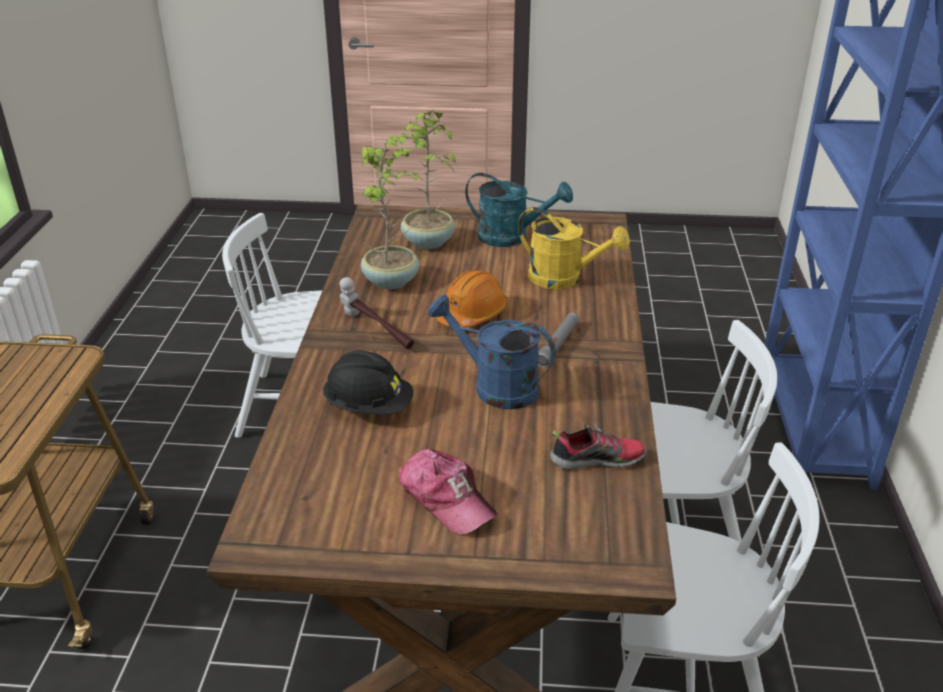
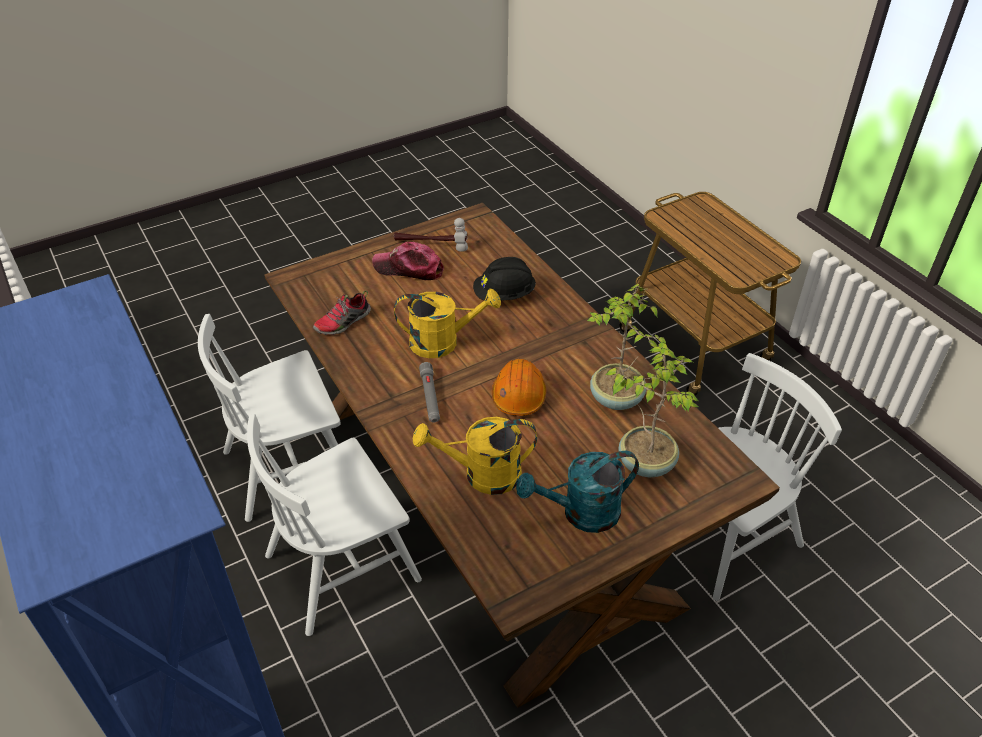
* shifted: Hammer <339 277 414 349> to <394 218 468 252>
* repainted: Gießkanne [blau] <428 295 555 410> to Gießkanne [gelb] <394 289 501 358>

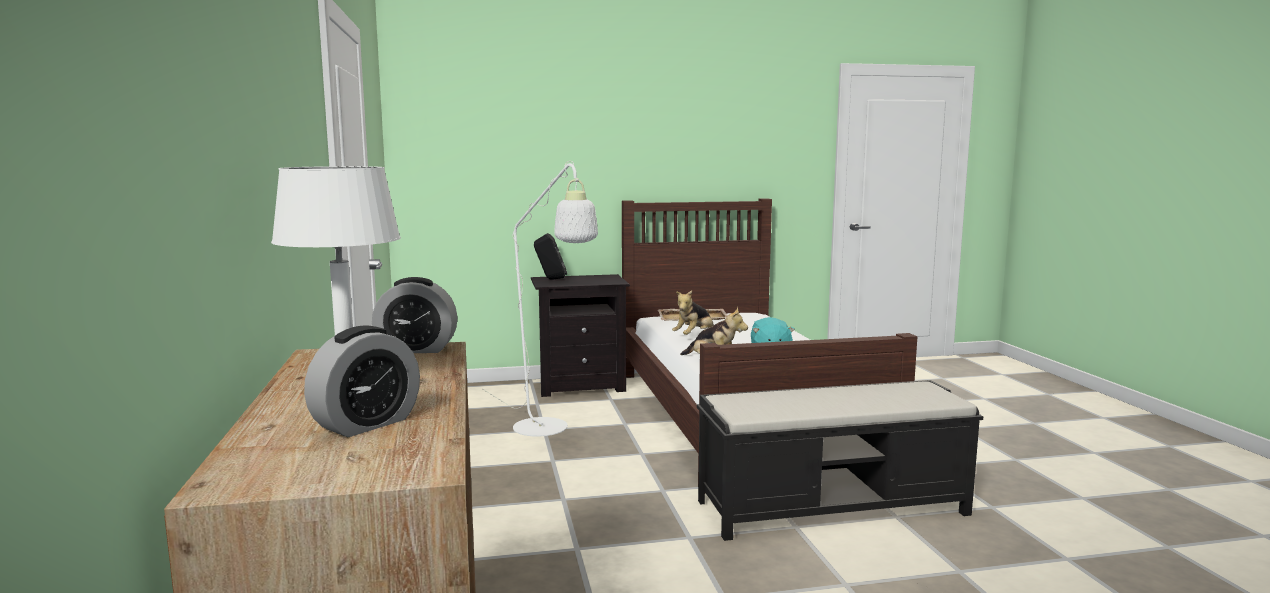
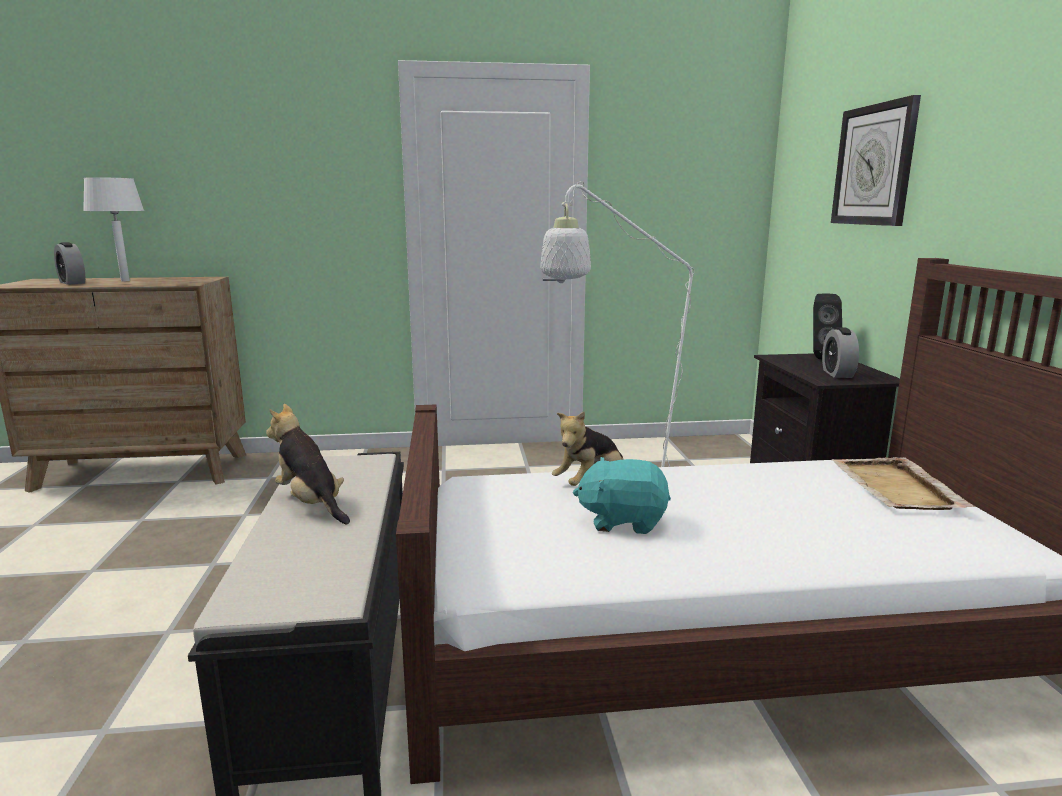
* shifted: Wecker <372 277 458 353> to <822 327 859 378>
* shifted: Plüschtier <672 290 714 335> to <266 404 350 525>
* new: Wanduhr <831 95 921 226>

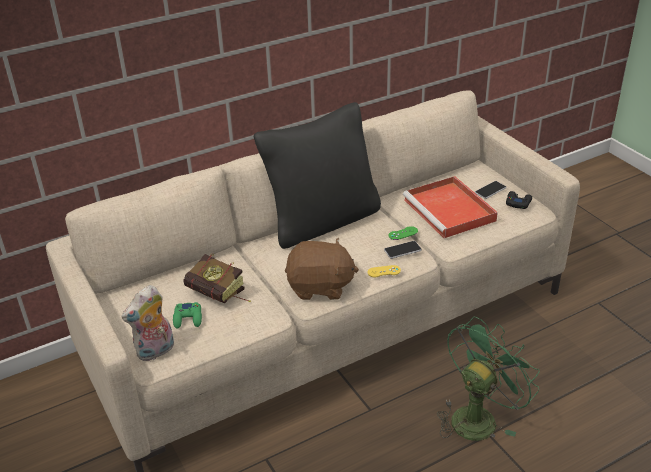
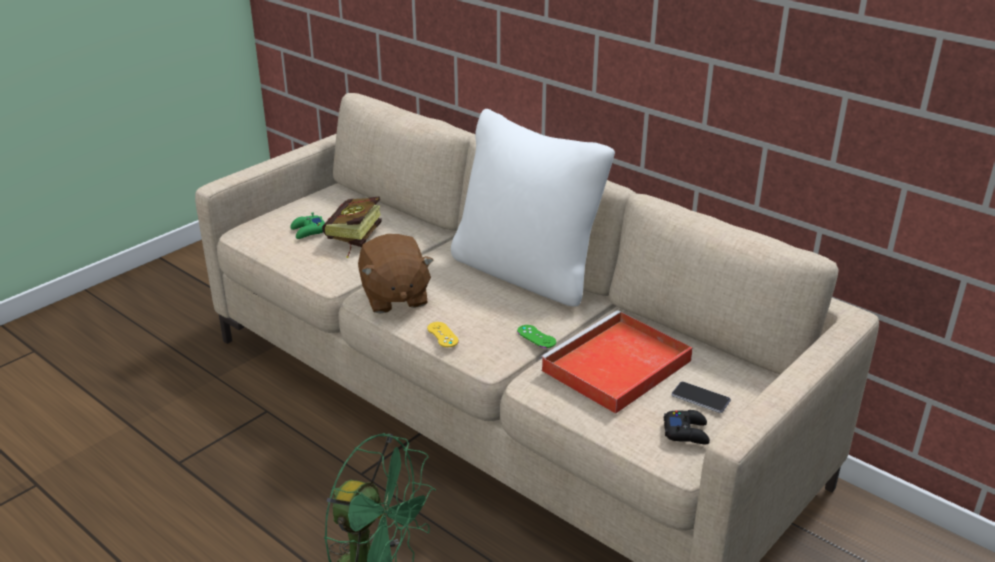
* repainted: Kissen [schwarz] <254 102 381 249> to Kissen [weiß] <451 109 615 307>
* gone: Handy <384 241 422 259>
* gone: Plüschtier <122 285 174 361>

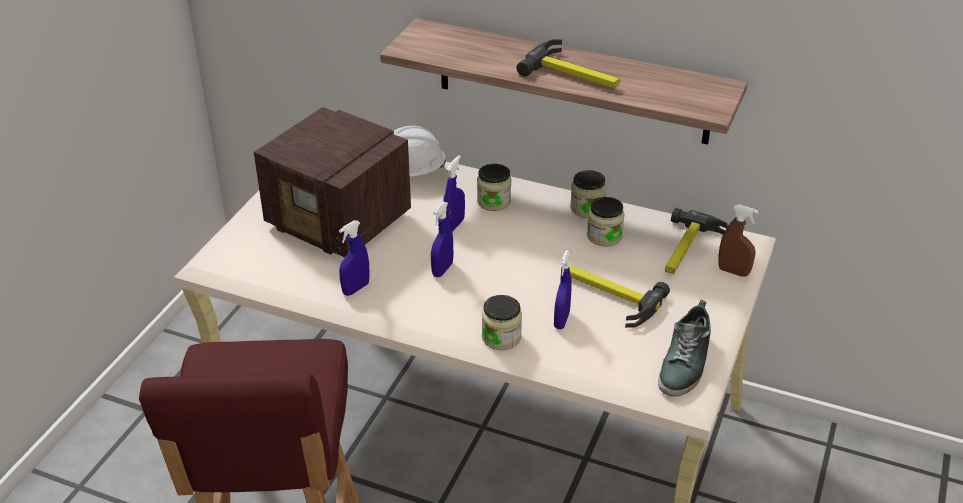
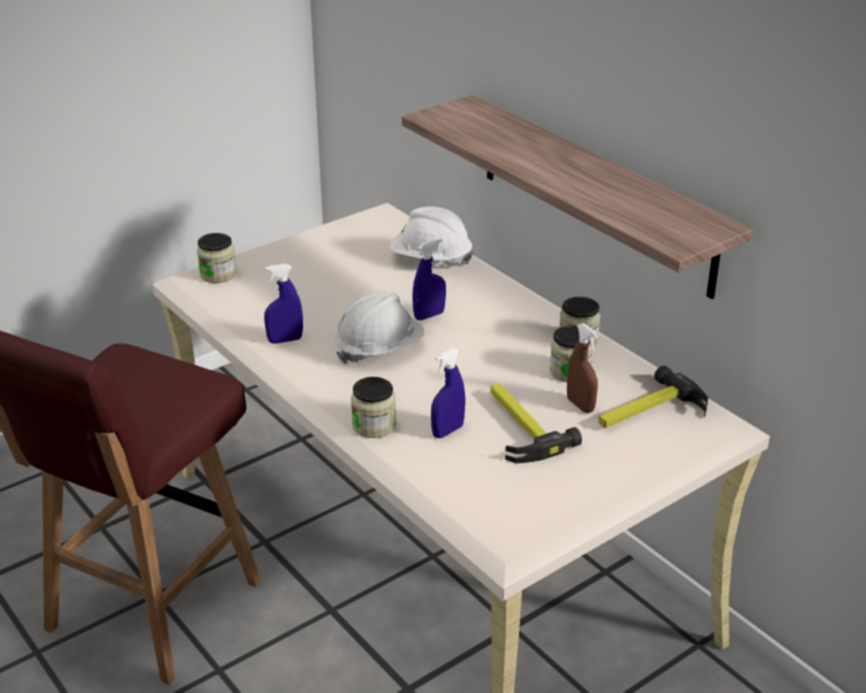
* gone: Hammer <516 39 620 88>
* gone: Radio <254 107 411 257>
* shifted: Vorratsglas <477 164 511 211> to <197 233 236 283>
* swapped: Sprühflasche [blau] <431 202 453 277> to Schutzhelm [weiß] <334 292 425 364>
* shifted: Sprühflasche [braun] <718 205 759 277> to <567 323 598 413>
* gone: Schuh <658 300 711 397>

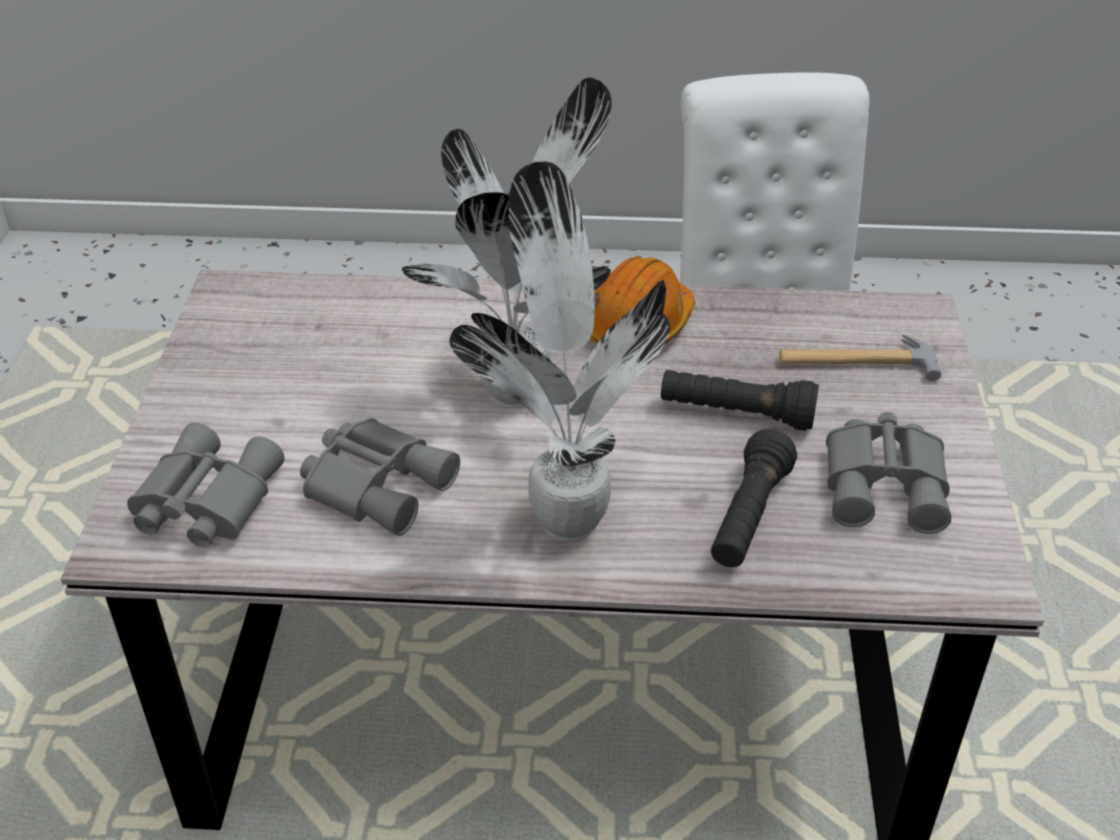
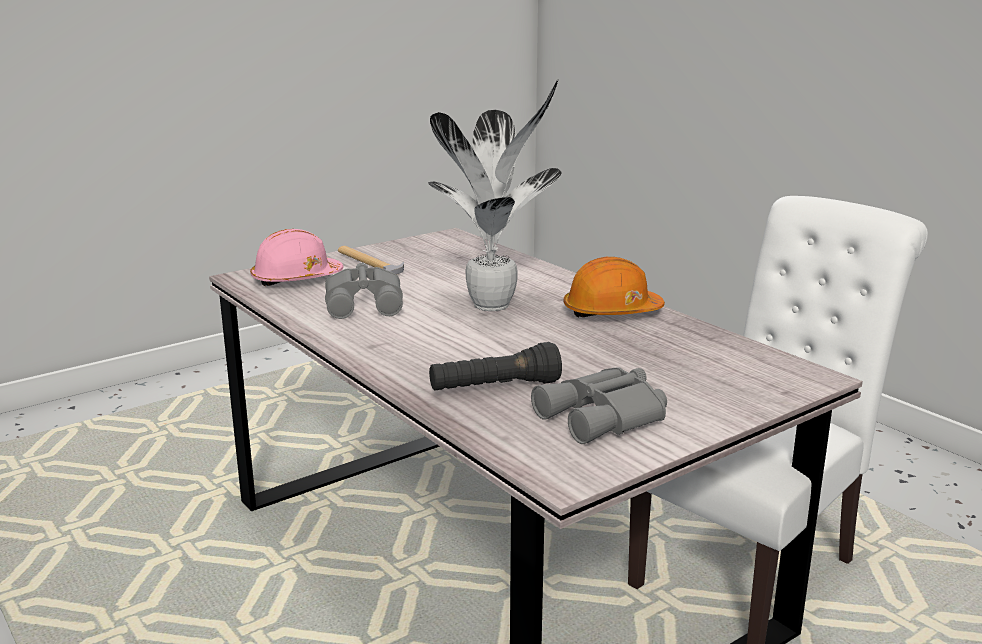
* gone: Topfpflanze <449 161 670 542>
* shifted: Hammer <779 334 941 381> to <338 246 404 275>
* gone: Taschenlampe [schwarz] <661 370 819 431>
* swapped: Fernglas [grau] <127 422 285 548> to Schutzhelm [rosa] <250 229 344 286>

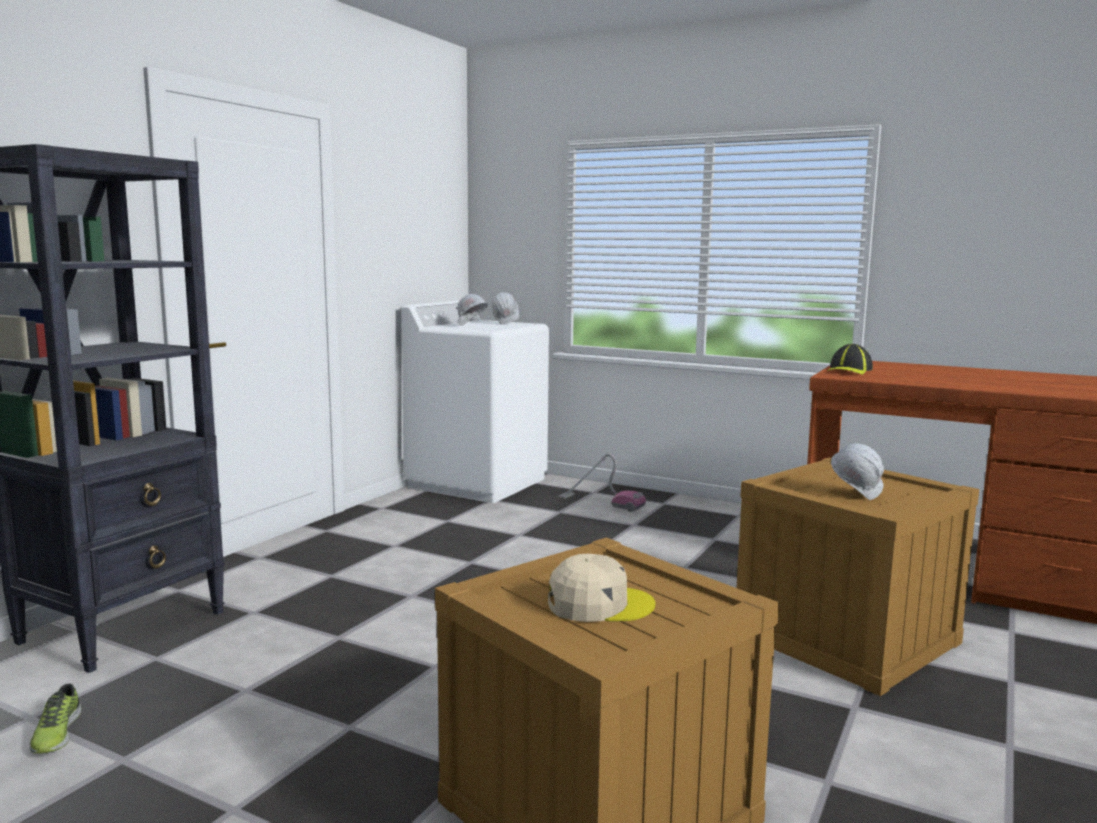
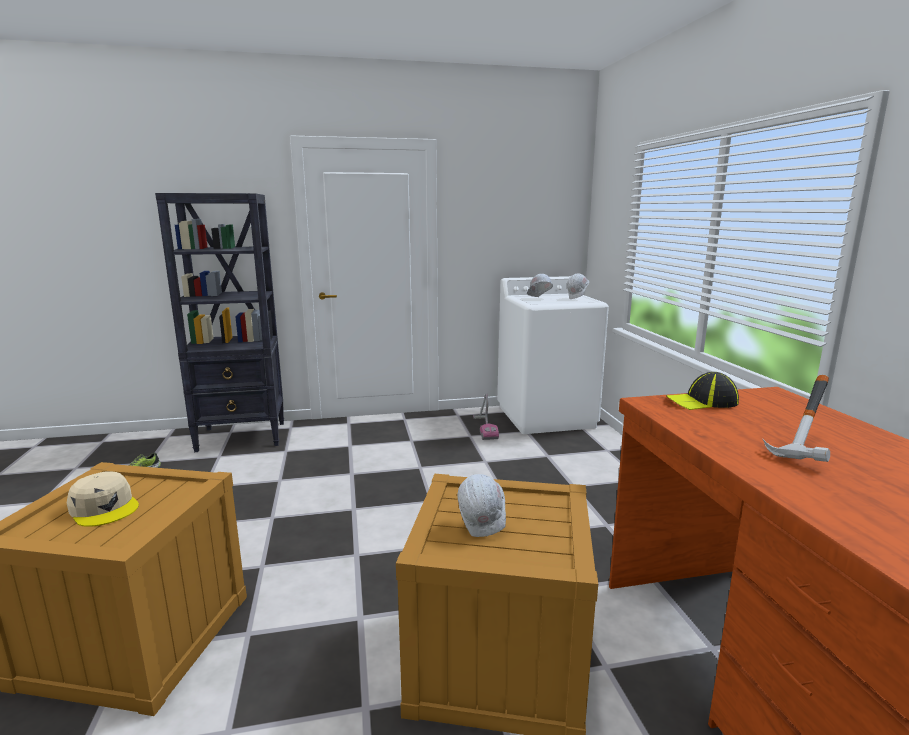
* shifted: Staubsauger <558 453 646 512> to <473 393 499 440>
* new: Hammer <763 375 830 462>

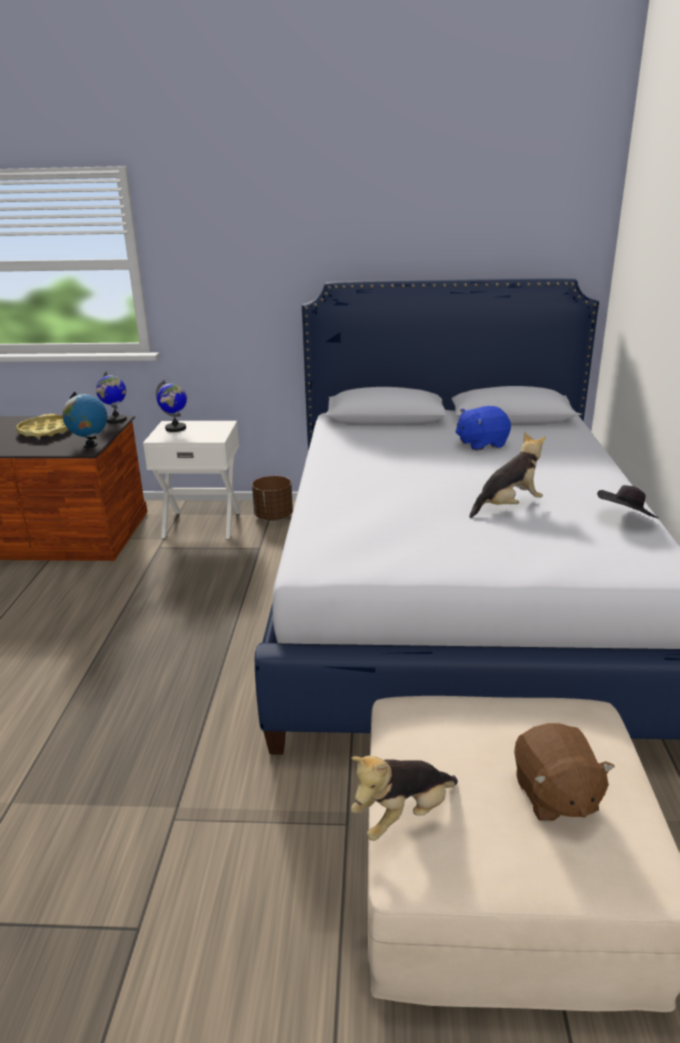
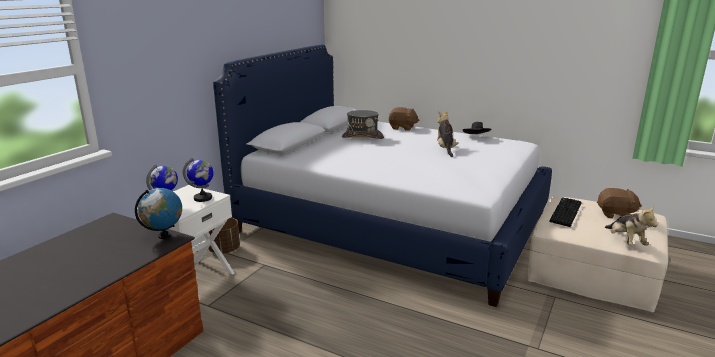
* shifted: Globus <96 371 127 423> to <183 158 214 202>
* swapped: Plüschtier [blau] <455 406 511 451> to Hut [grau] <342 110 384 139>
* gone: Tablett [gelb] <16 414 68 437>
* new: Plüschtier [braun] <389 107 419 131>
* new: Tastatur <549 197 582 227>

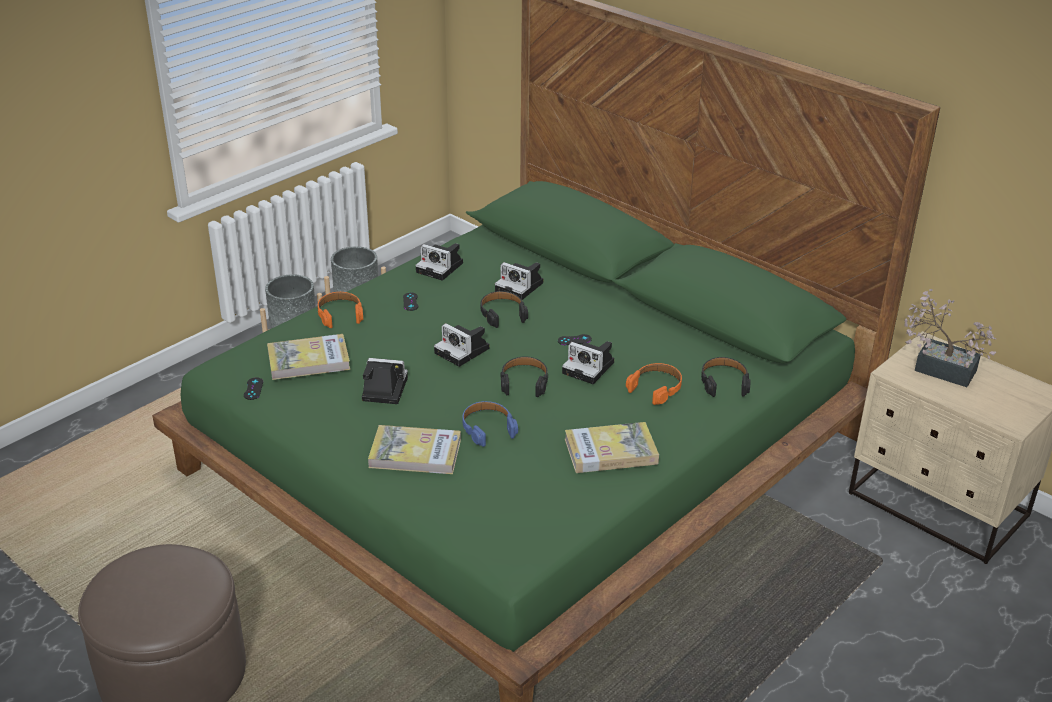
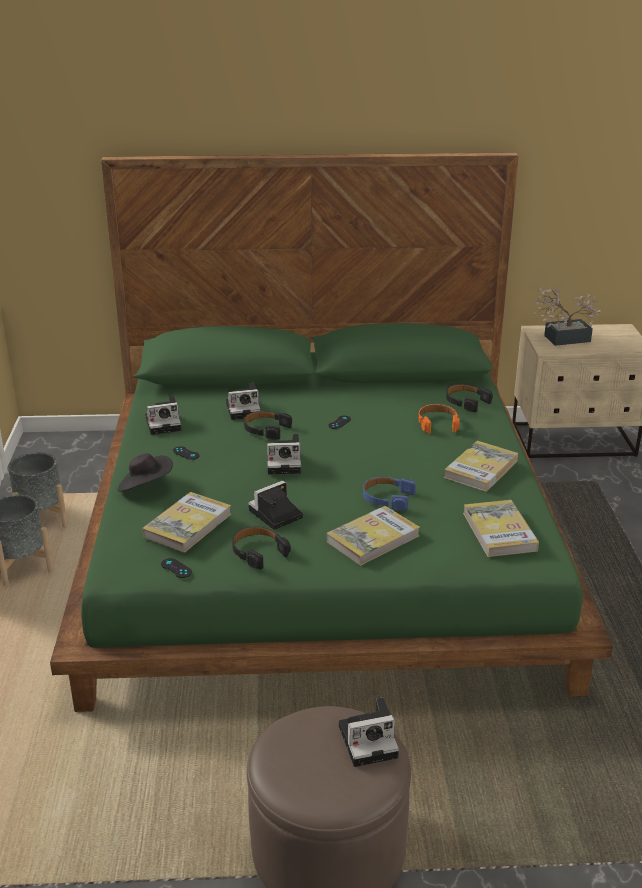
* swapped: Kopfhörer [orange] <318 292 363 328> to Hut [schwarz] <118 453 173 492>
* shifted: Kamera <562 341 614 384> to <339 698 399 767>
* shifted: Kopfhörer [schwarz] <501 357 548 397> to <232 526 291 570>
* new: Buch <463 500 539 557>

